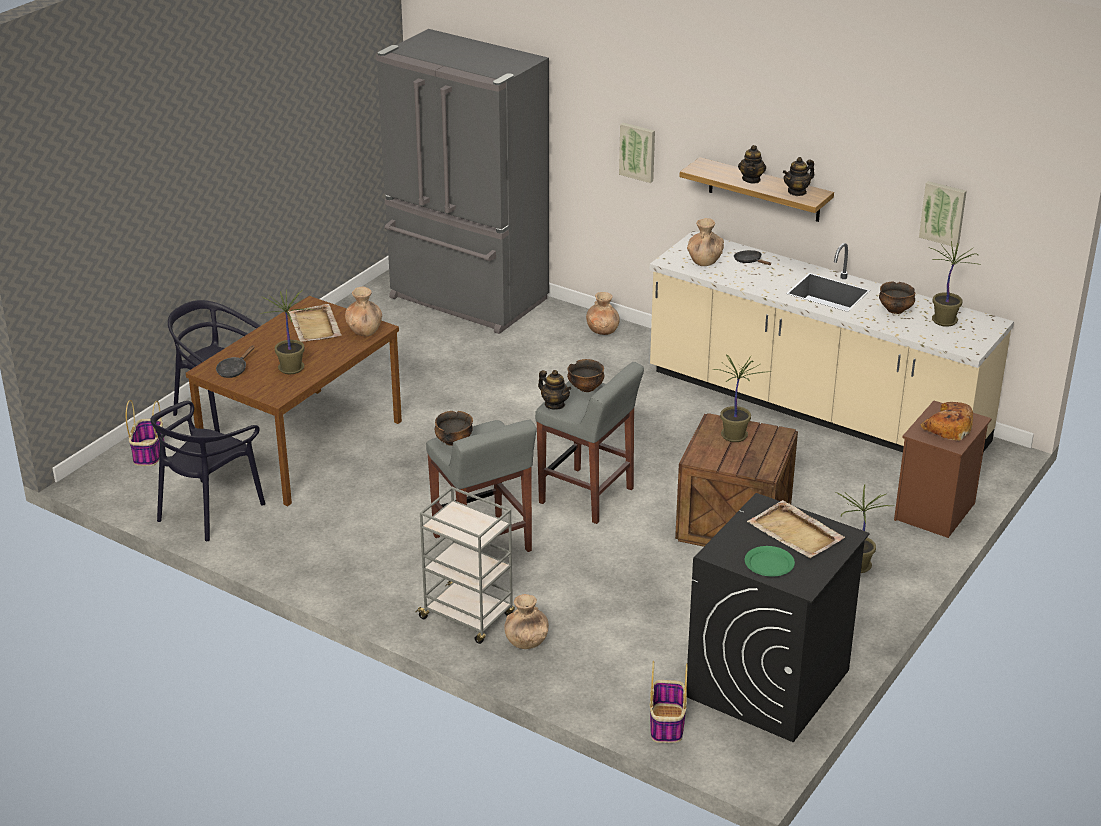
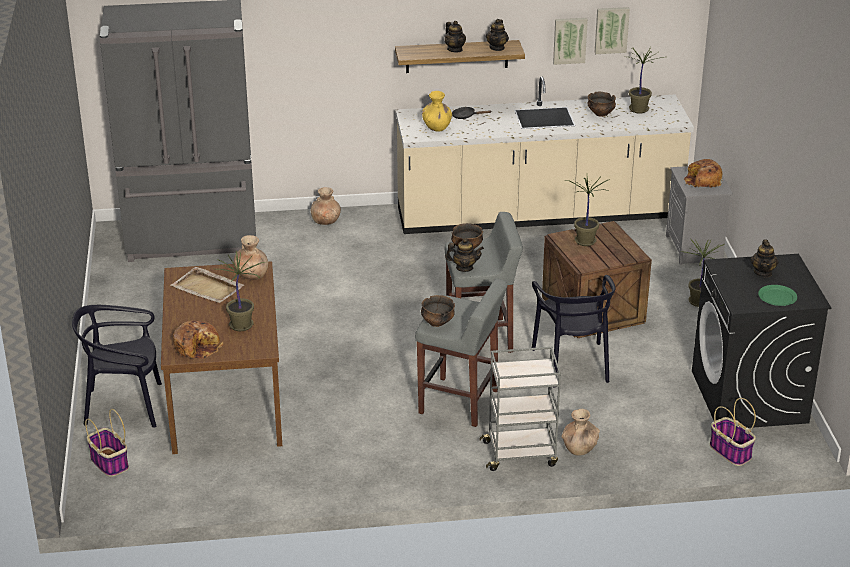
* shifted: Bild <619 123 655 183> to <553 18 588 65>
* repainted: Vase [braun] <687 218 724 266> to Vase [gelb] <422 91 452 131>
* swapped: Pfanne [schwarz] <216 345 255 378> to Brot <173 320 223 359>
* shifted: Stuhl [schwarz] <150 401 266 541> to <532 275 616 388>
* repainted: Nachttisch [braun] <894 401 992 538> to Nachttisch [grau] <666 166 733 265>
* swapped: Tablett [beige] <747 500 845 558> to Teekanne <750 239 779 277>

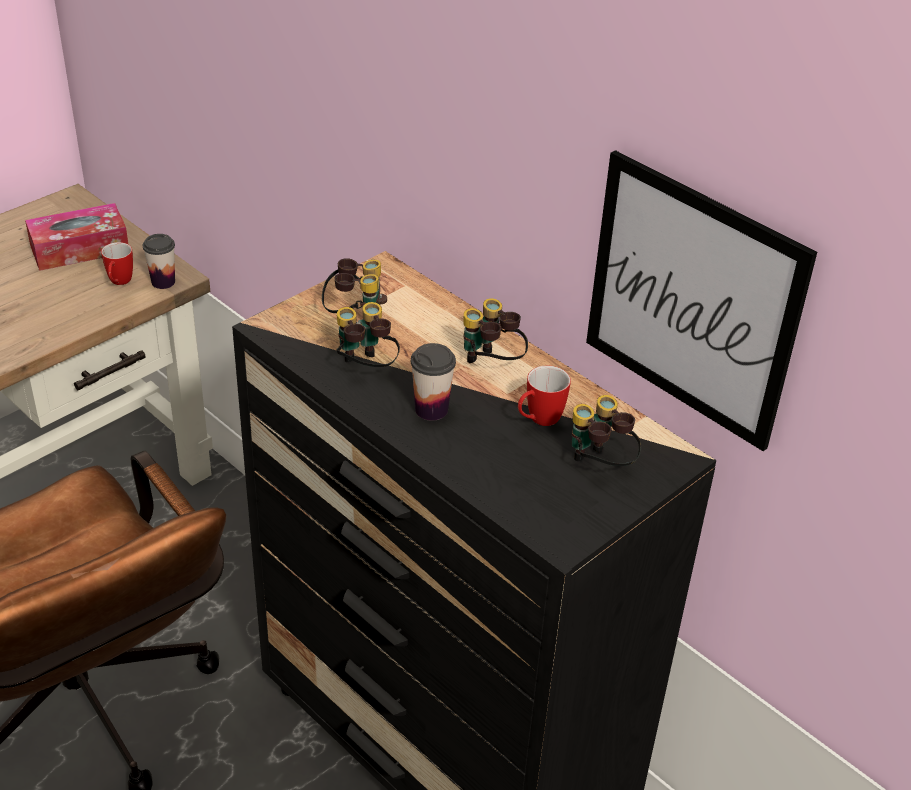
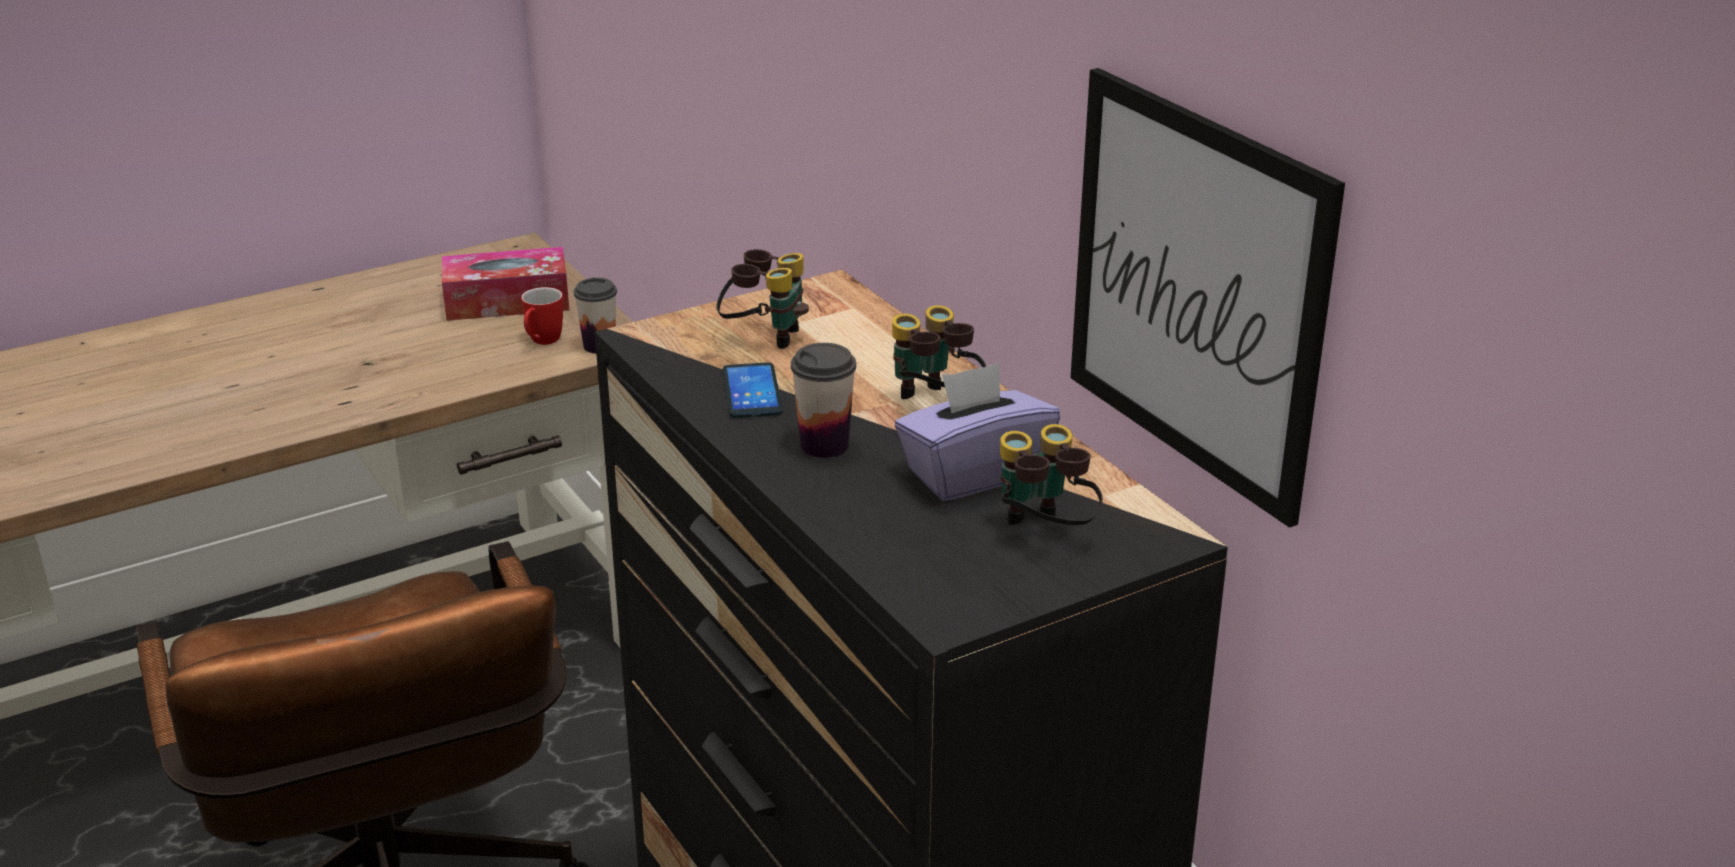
* swapped: Fernglas <336 302 400 367> to Handy <723 362 783 418>
* swapped: Henkelbecher <518 366 571 426> to Taschentuchbox [lila] <895 363 1060 501>

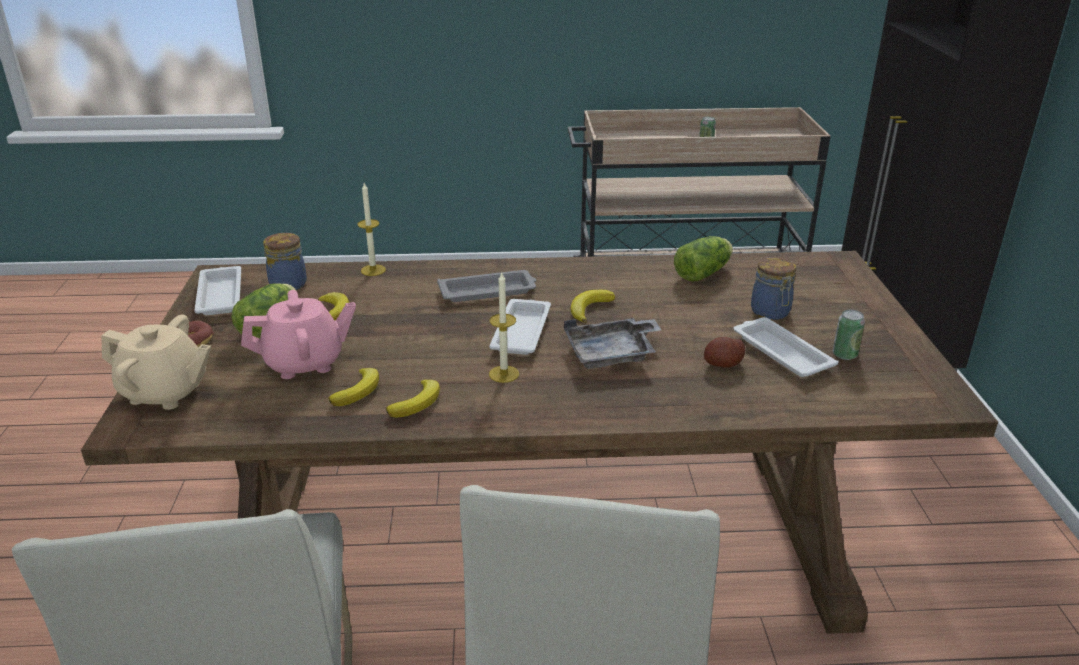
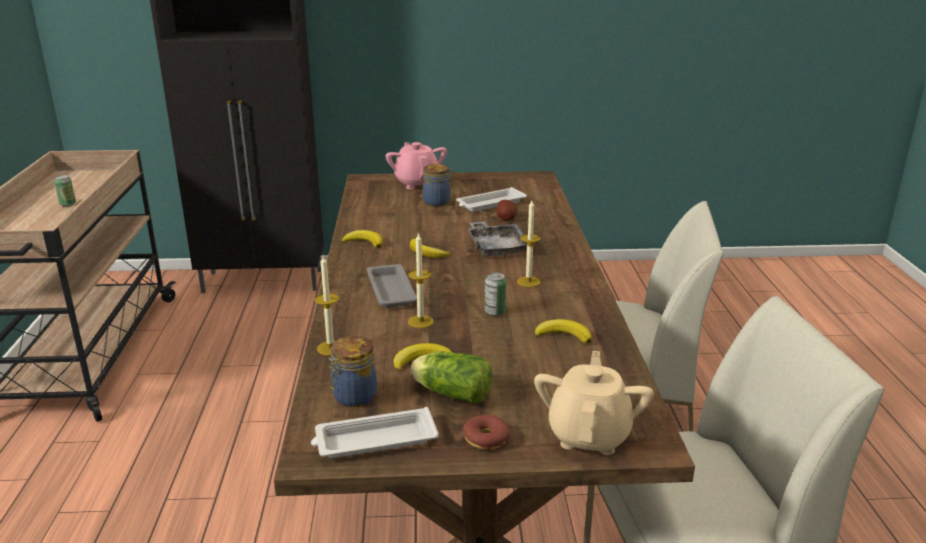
* gone: Salatkopf <674 236 733 282>
* shifted: Teekanne [rosa] <241 290 356 379> to <386 142 447 189>
* gone: Tablett [weiß] <489 299 551 355>
* shifted: Dose <833 310 865 360> to <485 273 506 316>
* shifted: Banane <386 380 440 418> to <341 230 383 248>
* new: Kerze <408 232 434 328>

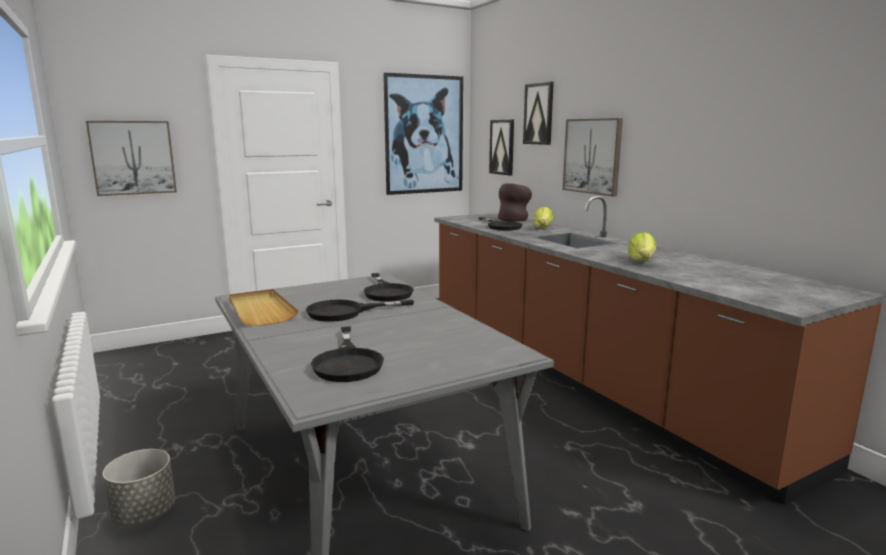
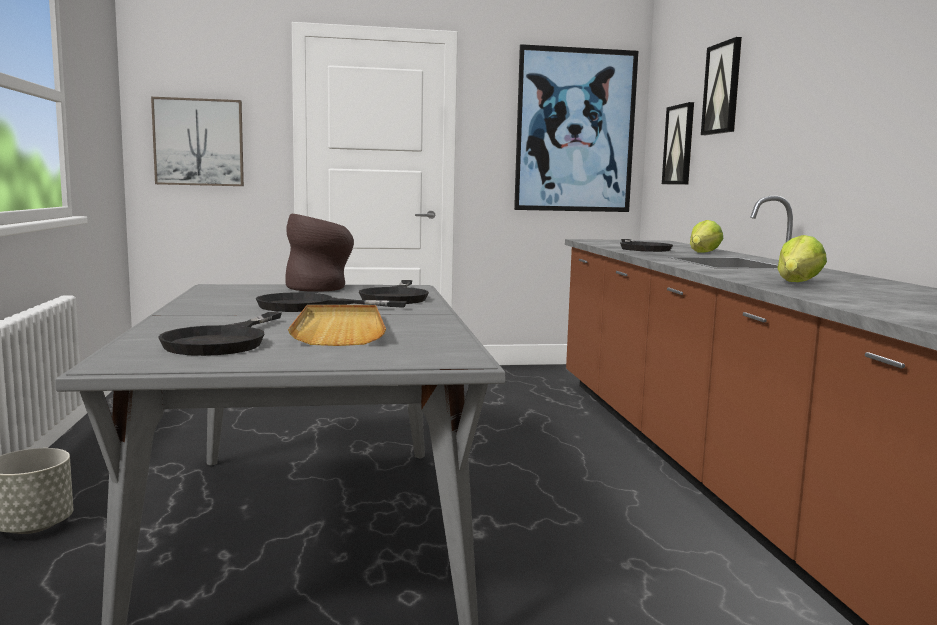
* gone: Bild <563 118 623 197>
* shifted: Vase [braun] <498 183 532 221> to <285 214 354 292>
* shifted: Tablett [beige] <229 289 299 326> to <288 305 386 346>

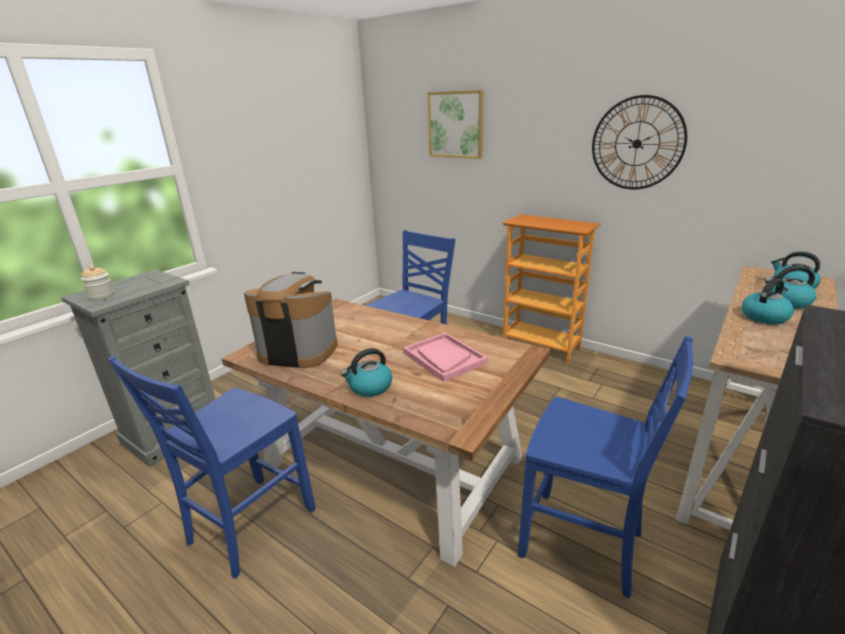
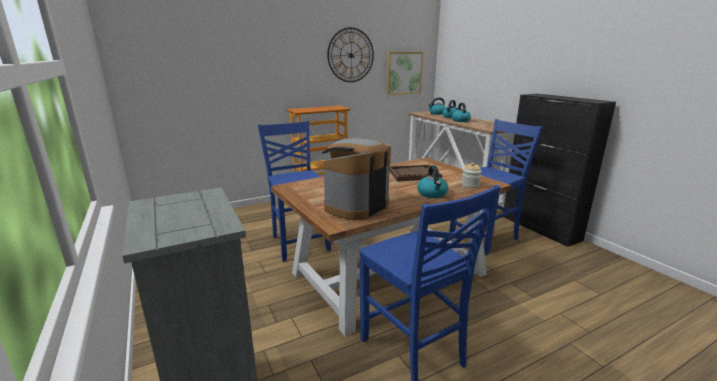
* shifted: Bild <428 90 484 159> to <387 52 423 95>
* shifted: Vorratsglas <81 266 115 300> to <461 162 481 189>
* repainted: Tablett [rosa] <403 332 488 382> to Tablett [braun] <389 165 442 181>

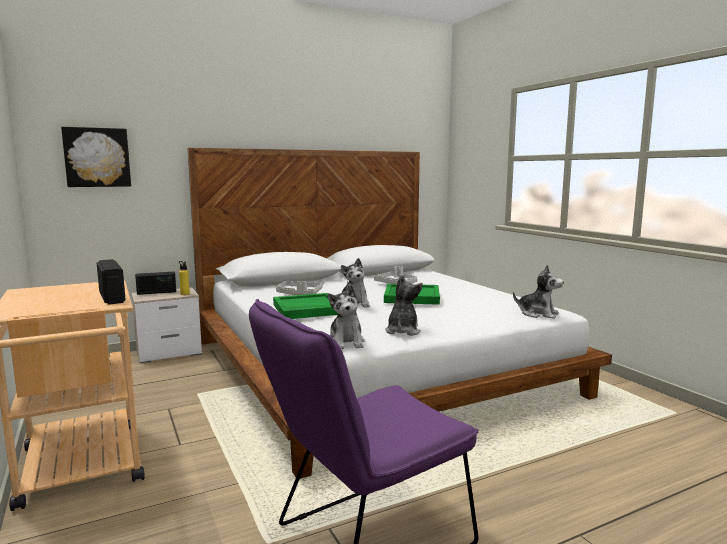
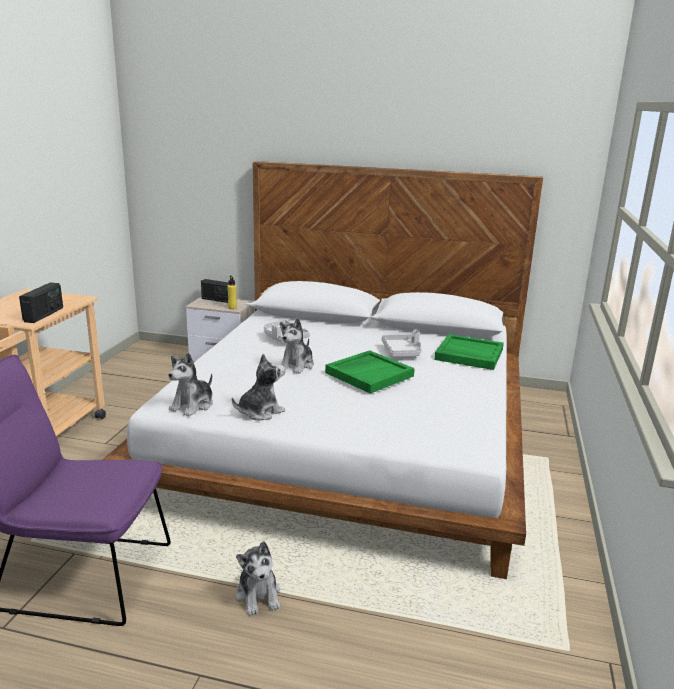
* gone: Bild <61 127 131 187>
* shifted: Plüschtier <513 265 564 319> to <236 541 280 616>
* shifted: Tablett [grün] <273 293 338 319> to <434 334 504 370>

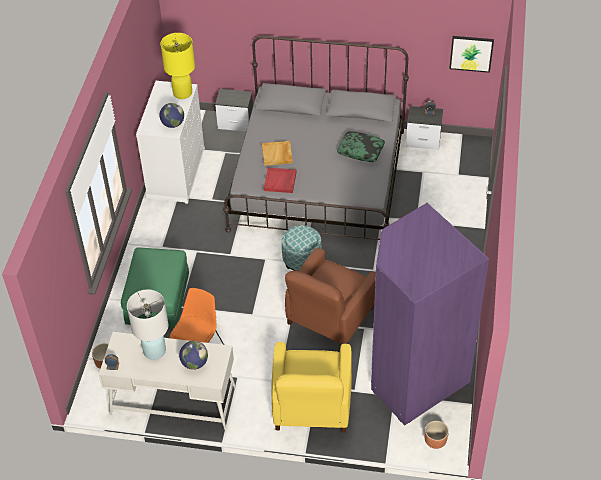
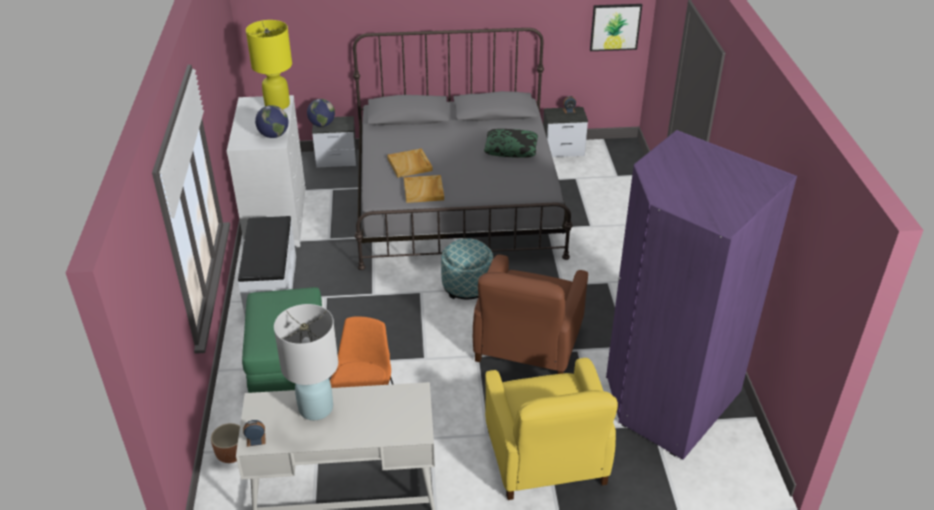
* repainted: Tablett [rot] <264 168 296 193> to Tablett [beige] <404 175 444 203>
* shifted: Globus <179 341 208 370> to <307 99 335 127>
* gone: Pflanzkübel [braun] <425 421 449 449>
* new: Bank [weiß] <238 216 296 315>

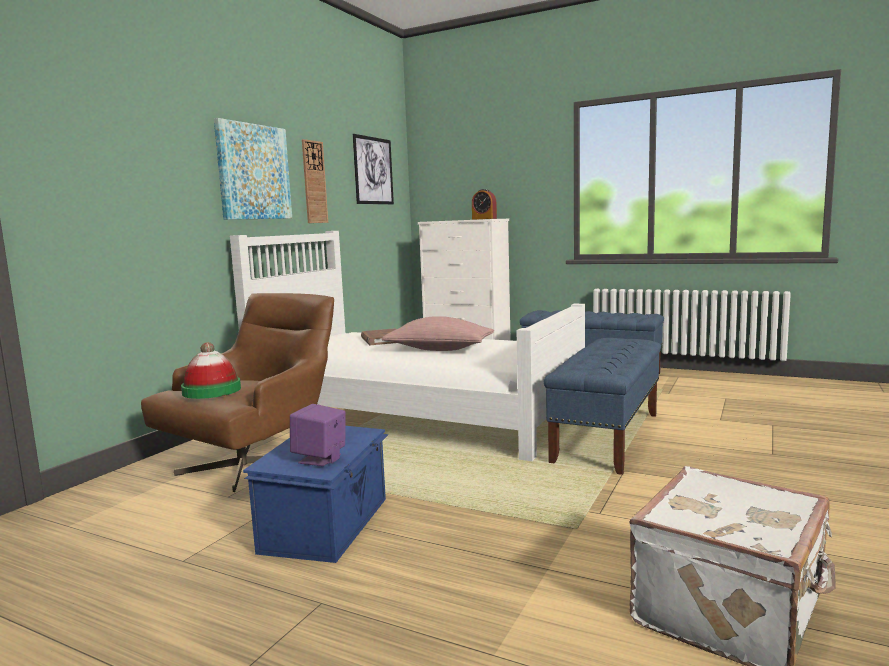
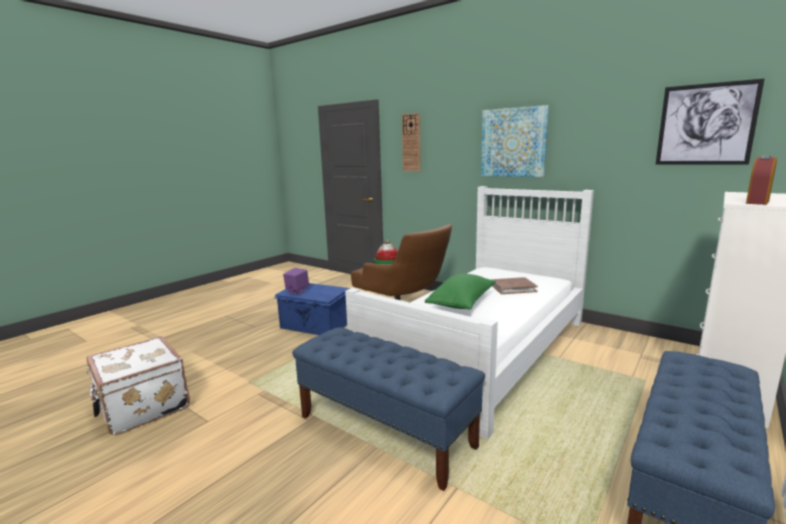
* shifted: Wanduhr <302 139 328 223> to <402 113 421 171>
* repainted: Kissen [rosa] <382 316 494 351> to Kissen [grün] <425 273 496 309>

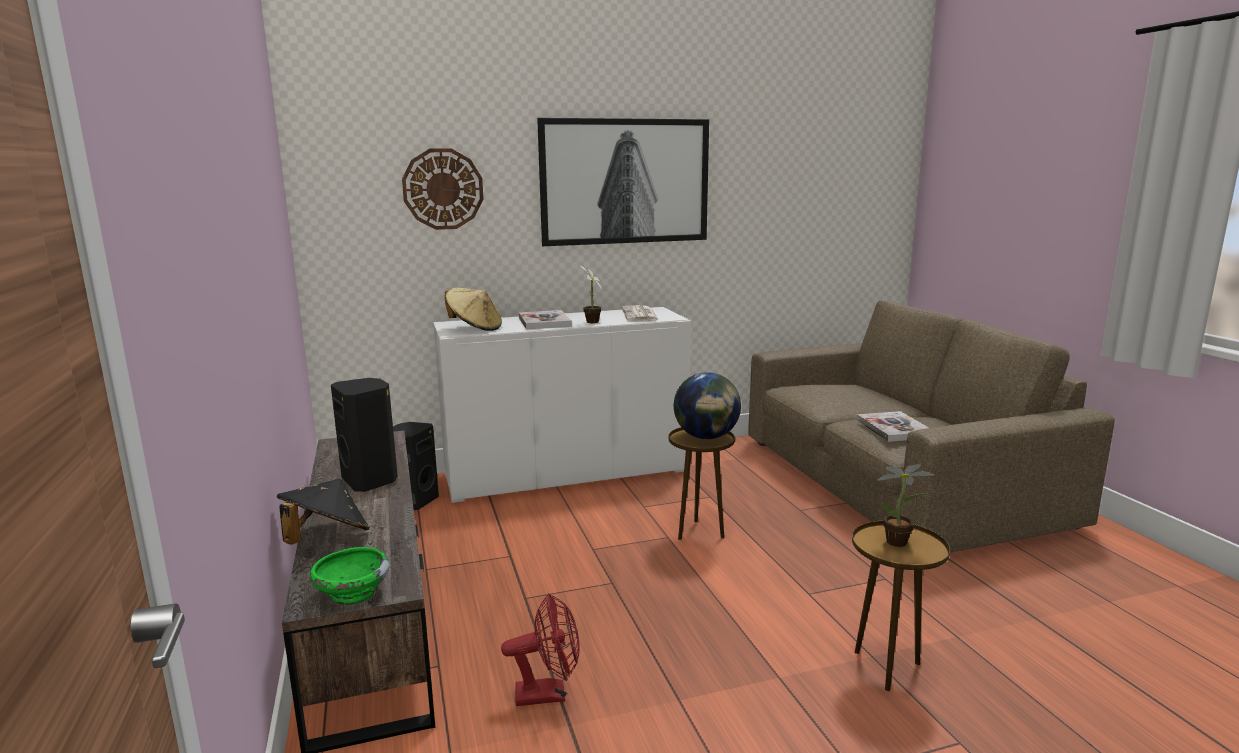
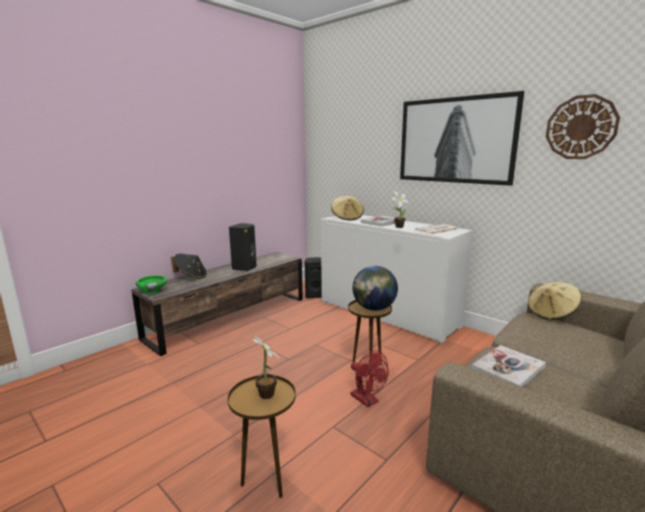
* shifted: Wanduhr <402 149 484 230> to <546 94 620 159>
* shifted: Ventilator [rot] <501 593 579 706> to <351 351 389 407>
* new: Hut [beige] <528 282 582 320>

